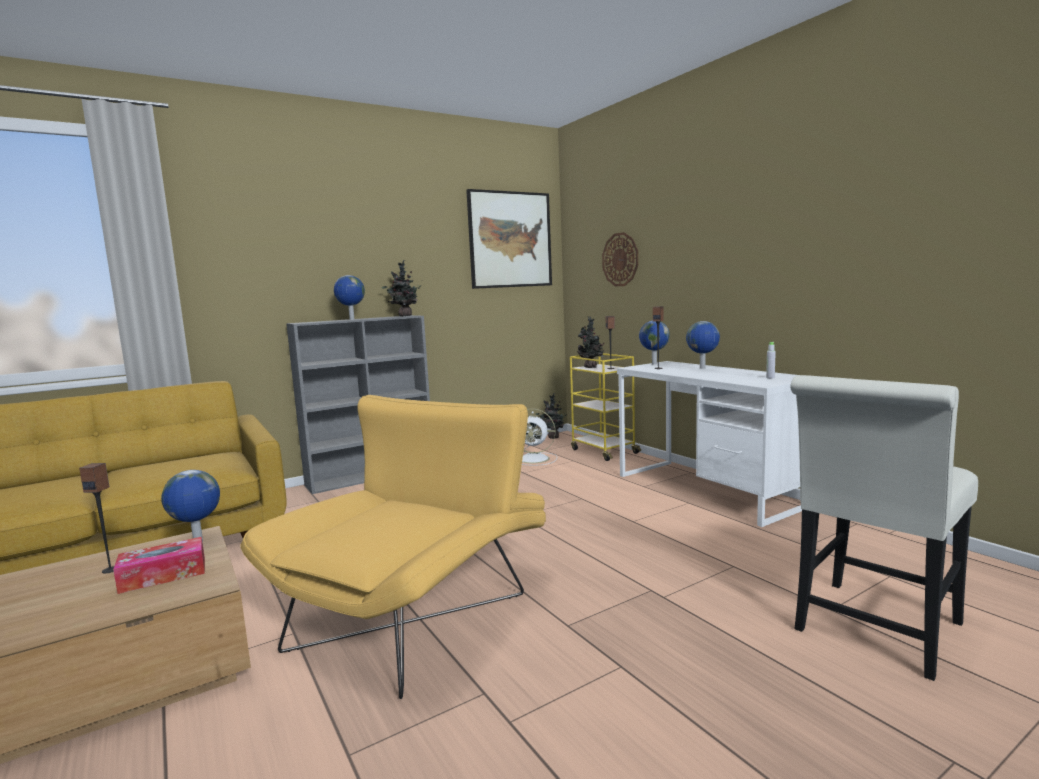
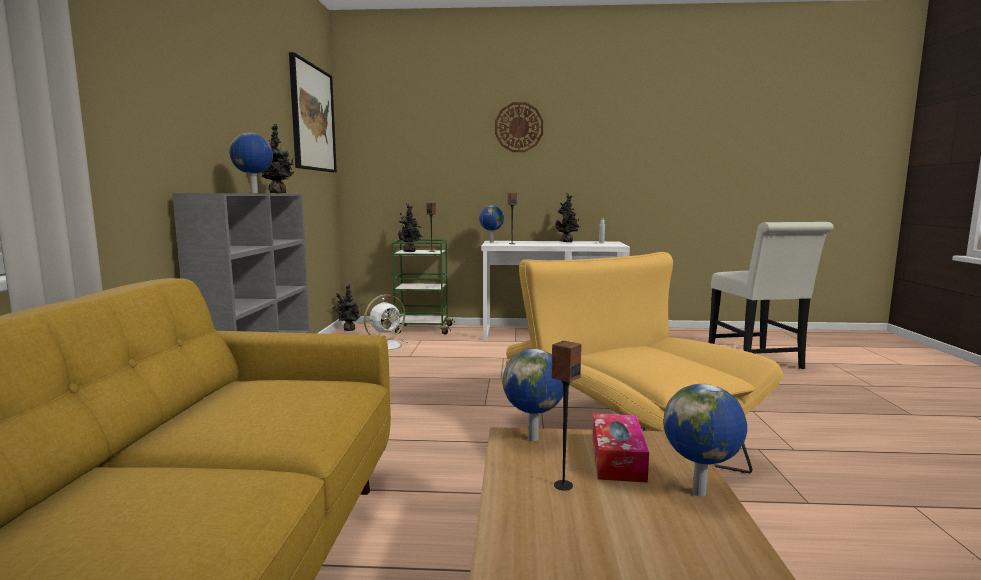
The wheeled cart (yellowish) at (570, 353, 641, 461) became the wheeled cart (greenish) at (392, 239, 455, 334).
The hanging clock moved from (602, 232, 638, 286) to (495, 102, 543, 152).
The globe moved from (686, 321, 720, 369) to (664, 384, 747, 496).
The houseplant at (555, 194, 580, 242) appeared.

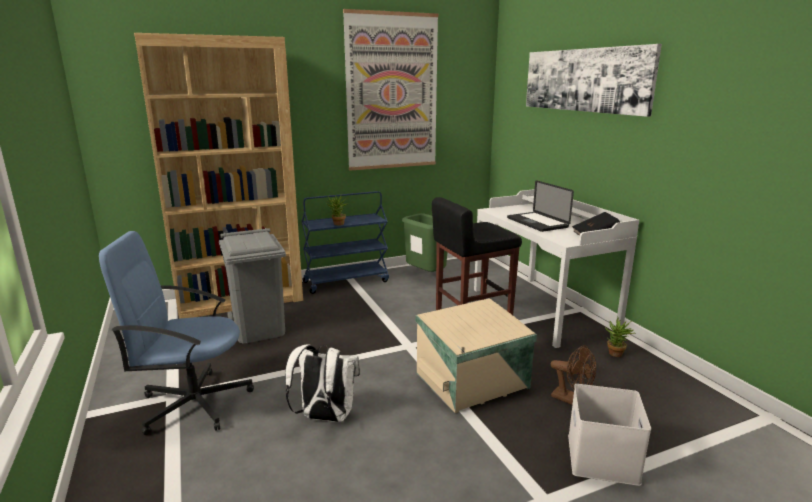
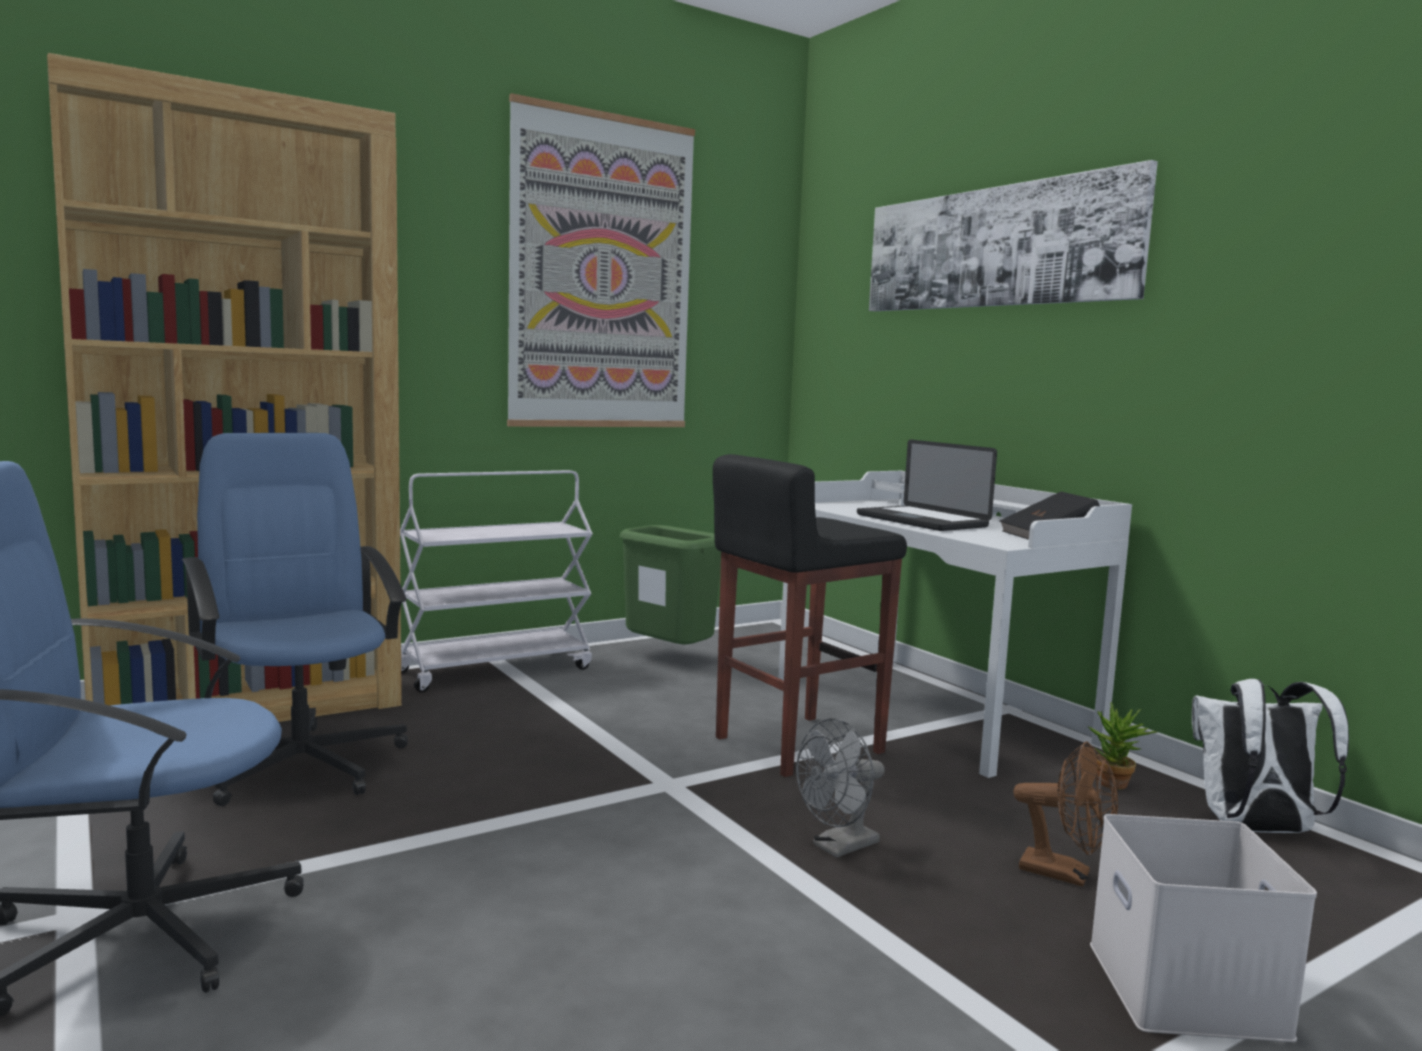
The rubbish bin (grey) at (219, 228, 286, 343) was replaced by the computer chair (bluish) at (182, 433, 408, 806).
The knapsack (white-coloured) moved from (285, 344, 360, 422) to (1192, 679, 1349, 833).
The wheeled cart (bluish) at (301, 191, 389, 294) became the wheeled cart (white-coloured) at (400, 470, 593, 693).
The houseplant at (328, 195, 349, 226) disappeared.
The storage bin (beige) at (416, 298, 537, 413) was replaced by the cooling fan (grey) at (796, 718, 885, 858).

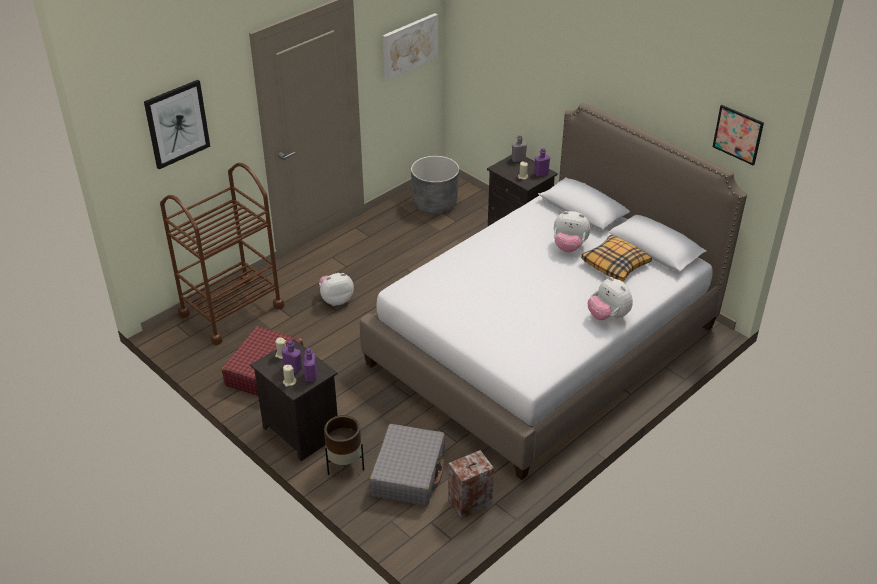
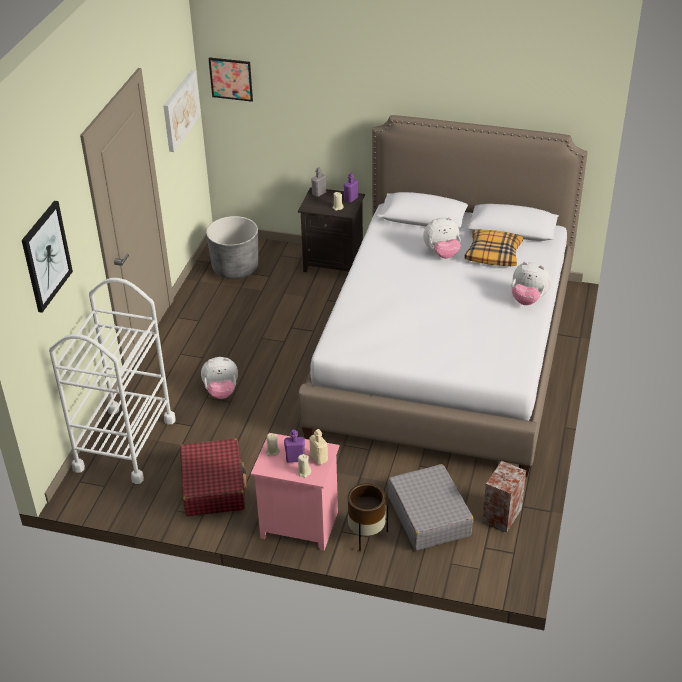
The wheeled cart (brownish) at (160, 163, 284, 345) became the wheeled cart (white-coloured) at (49, 278, 176, 484).
The nightstand (blackish) at (250, 339, 338, 461) became the nightstand (pink-coloured) at (251, 433, 339, 551).
The beverage bottle (purple-coloured) at (303, 348, 317, 381) became the beverage bottle (beige) at (309, 429, 328, 465).
The soft toy at (319, 273, 354, 306) turned 135 degrees counterclockwise.
The picture moved from (713, 105, 764, 165) to (208, 57, 253, 102).

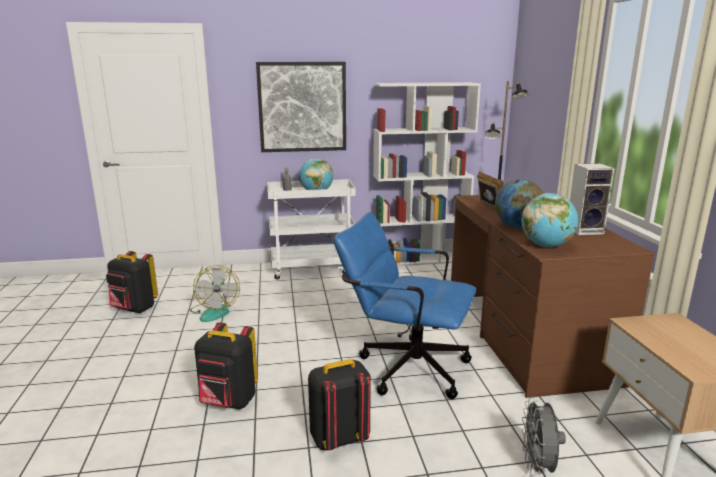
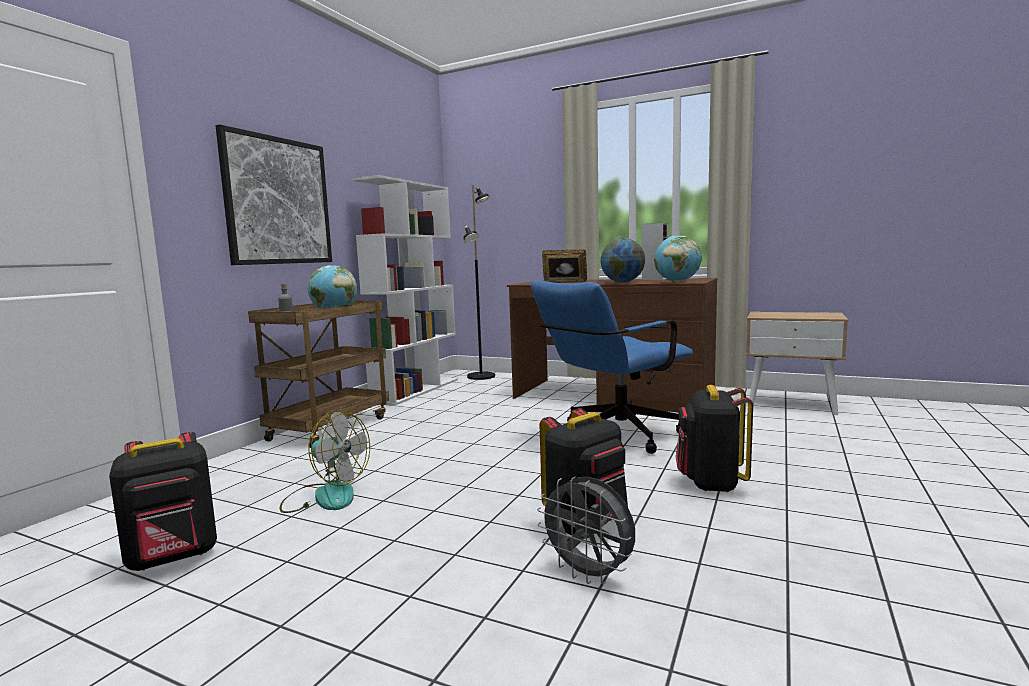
The wheeled cart (white-coloured) at (267, 179, 356, 280) became the wheeled cart (brownish) at (248, 300, 389, 448).
The cooling fan (grey) moved from (522, 397, 566, 476) to (537, 477, 635, 585).

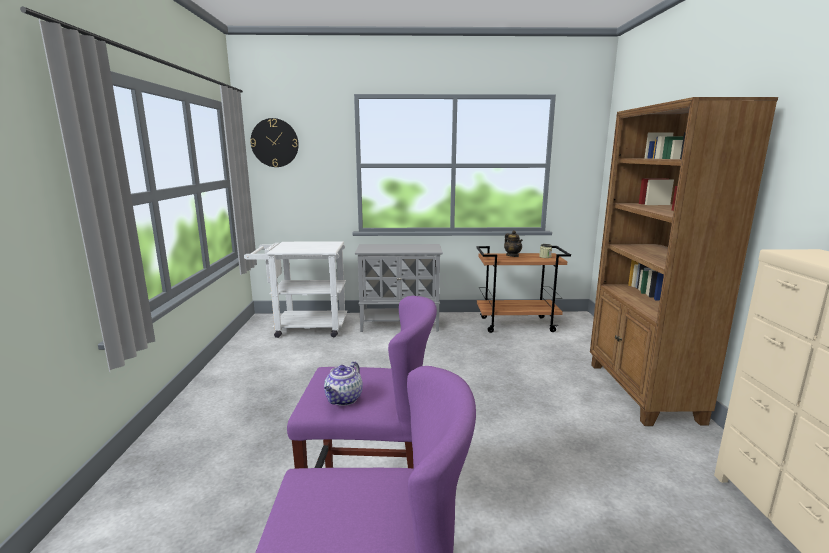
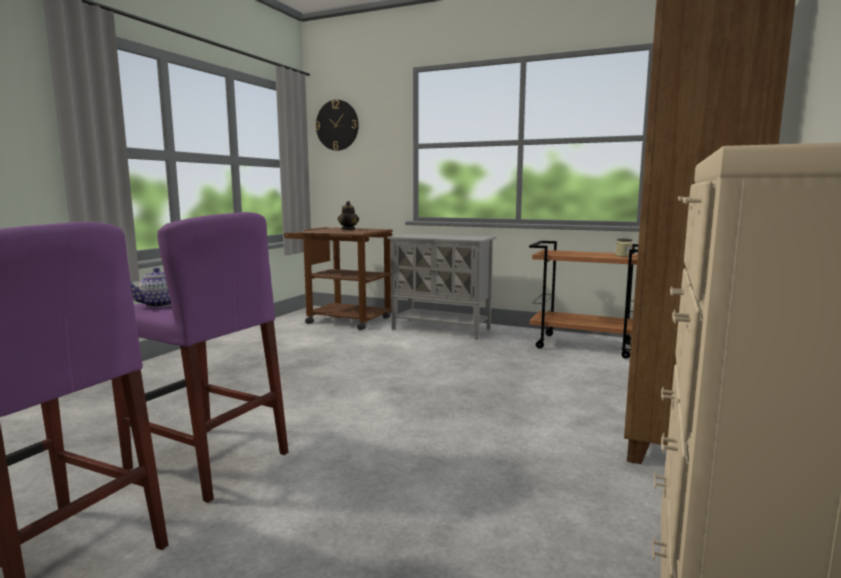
The wheeled cart (white-coloured) at (244, 241, 347, 338) became the wheeled cart (brownish) at (284, 227, 393, 330).
The tea pot moved from (504, 230, 523, 257) to (338, 201, 359, 230).

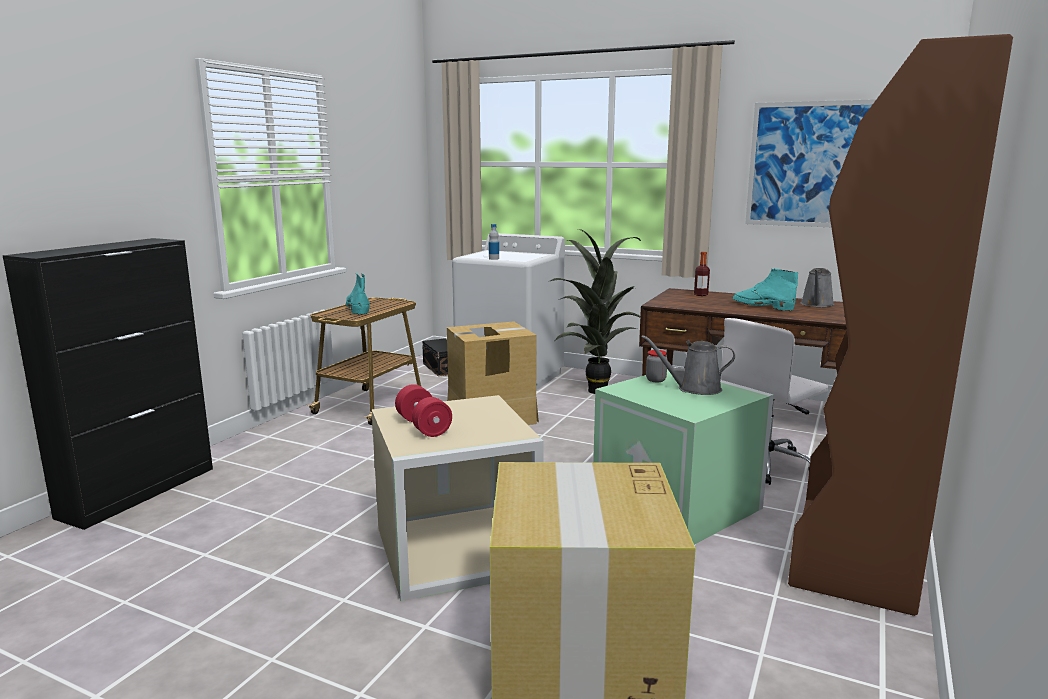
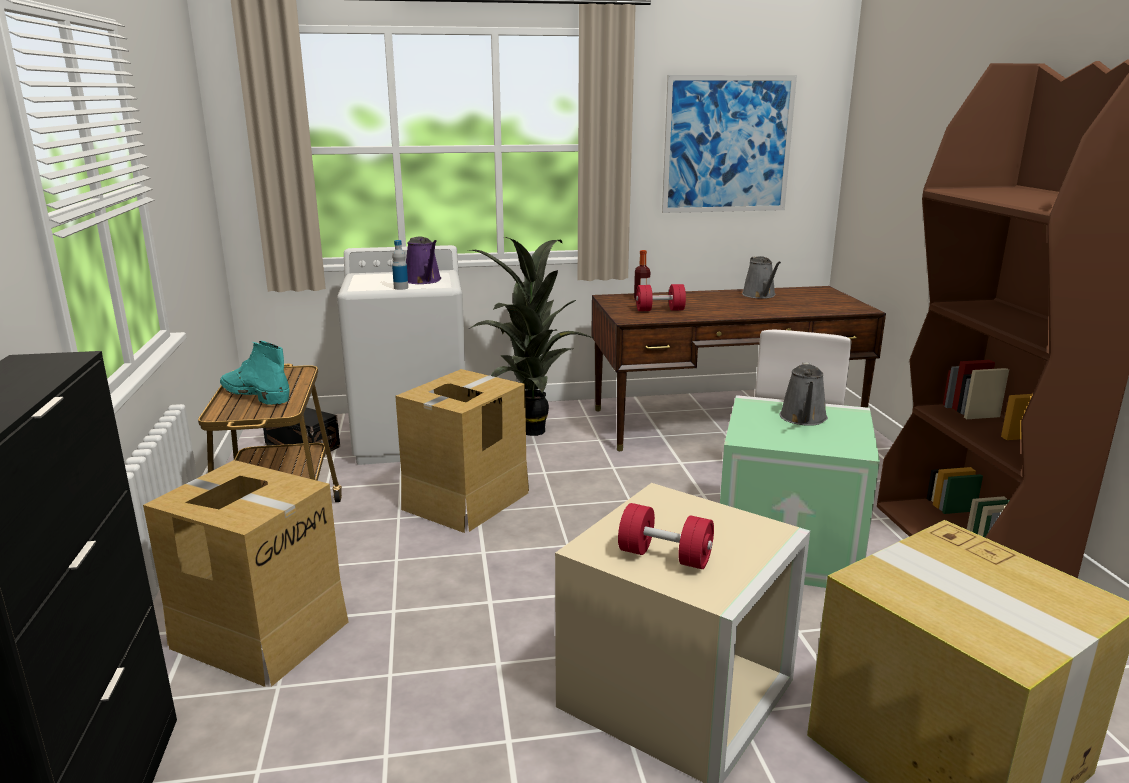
The watering pot (grey) at (641, 335, 735, 395) turned 45 degrees counterclockwise.
The jar at (646, 350, 668, 382) disappeared.
The tall boot (turquoise-coloured) at (733, 269, 798, 311) disappeared.
The carton at (143, 460, 348, 687) appeared.
The watering pot (purple-coloured) at (406, 236, 441, 284) appeared.
The dumbbell (red) at (636, 284, 686, 311) appeared.

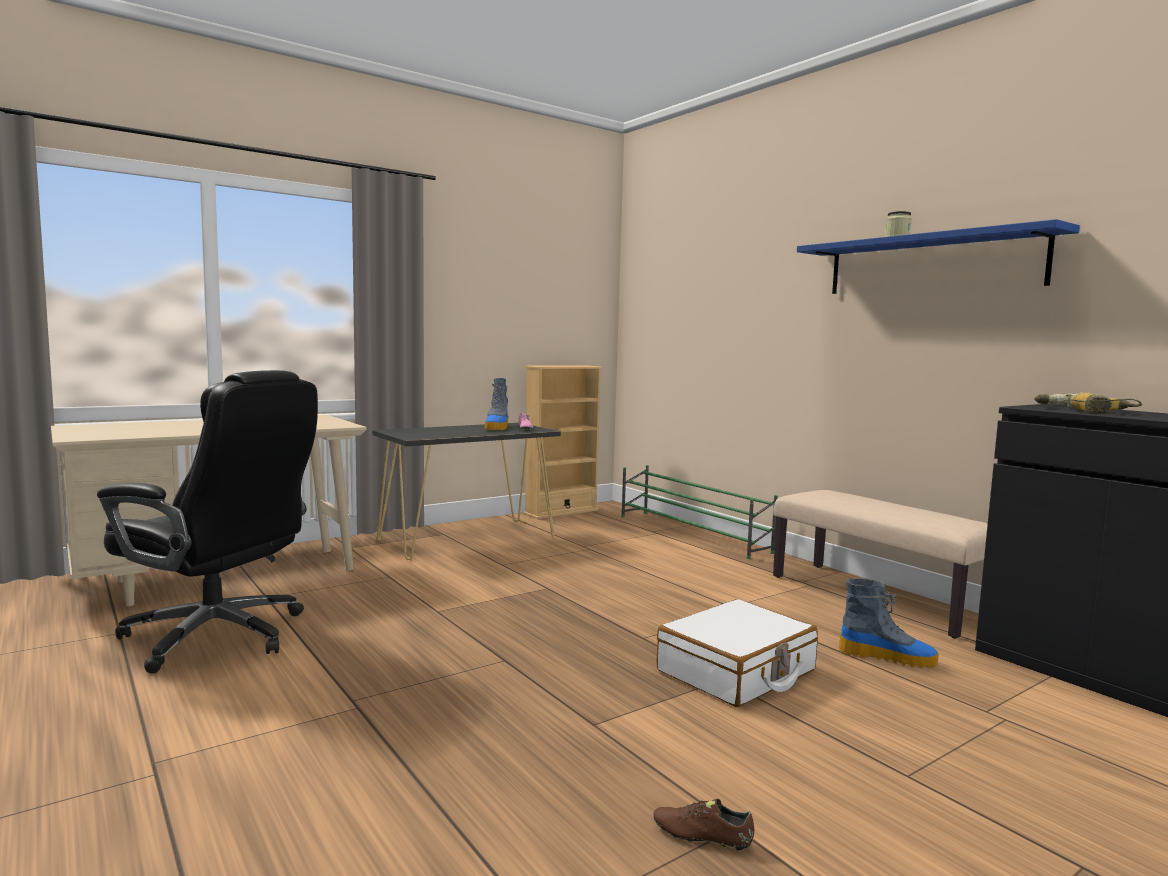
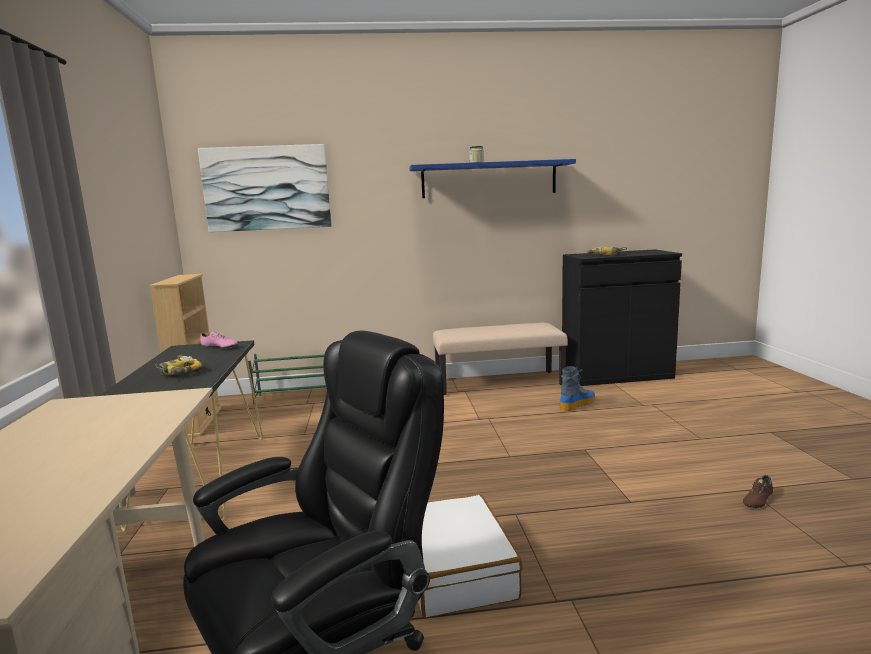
The tall boot at (485, 378, 508, 430) disappeared.
The travel case (white-coloured) moved from (657, 599, 818, 707) to (418, 494, 523, 618).
The electric drill at (155, 355, 202, 376) appeared.
The picture at (198, 144, 331, 232) appeared.

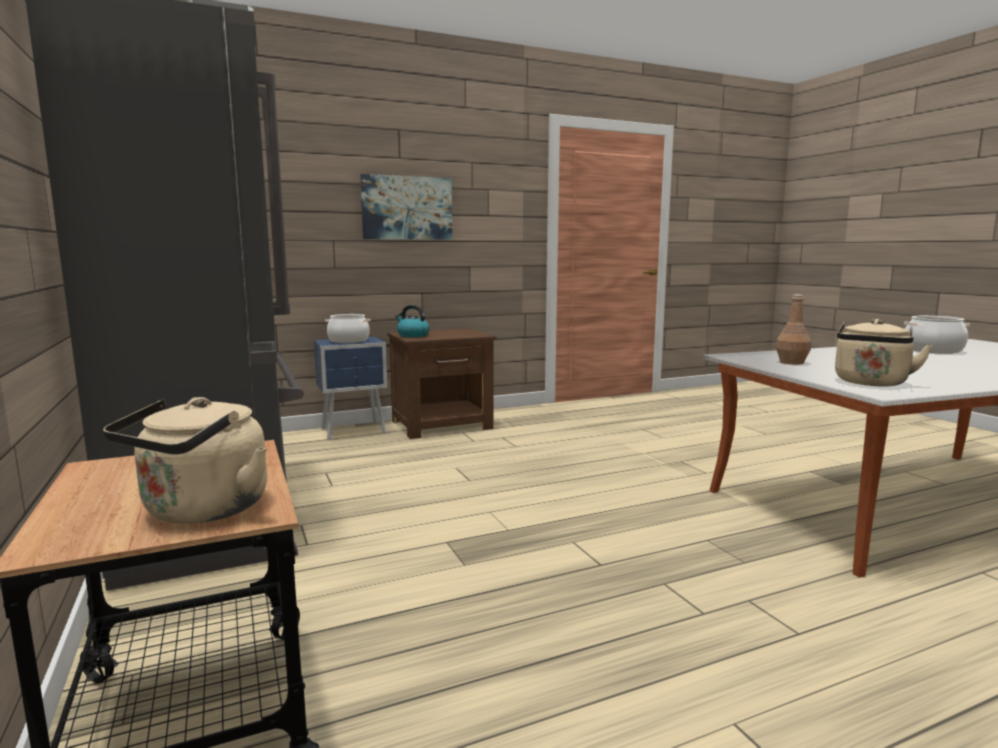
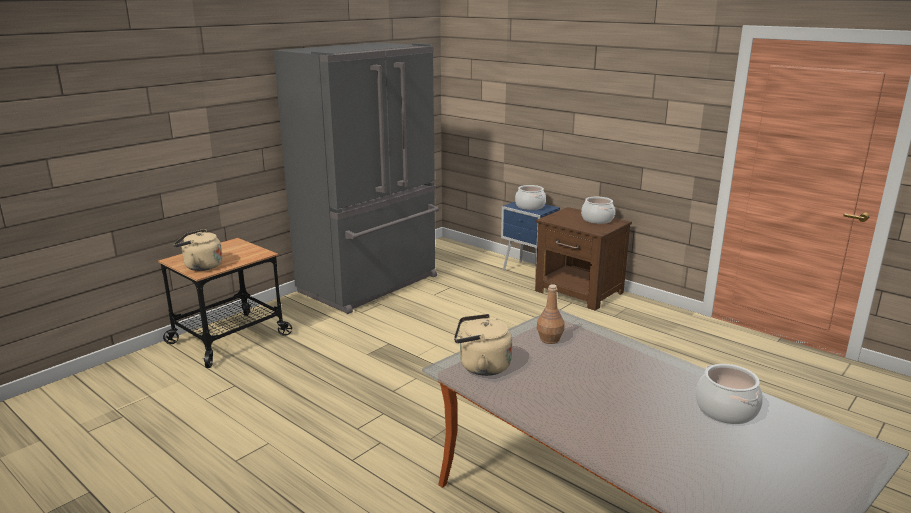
The picture at (360, 174, 452, 240) disappeared.
The tea kettle at (395, 305, 430, 337) disappeared.
The cooking pot at (581, 197, 615, 224) appeared.

